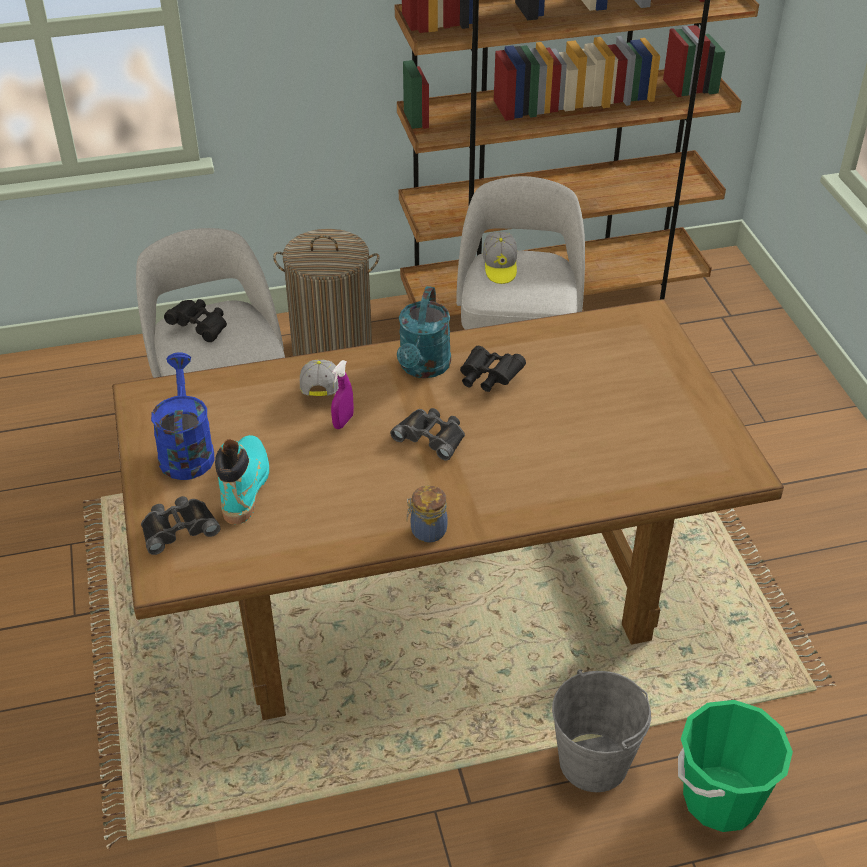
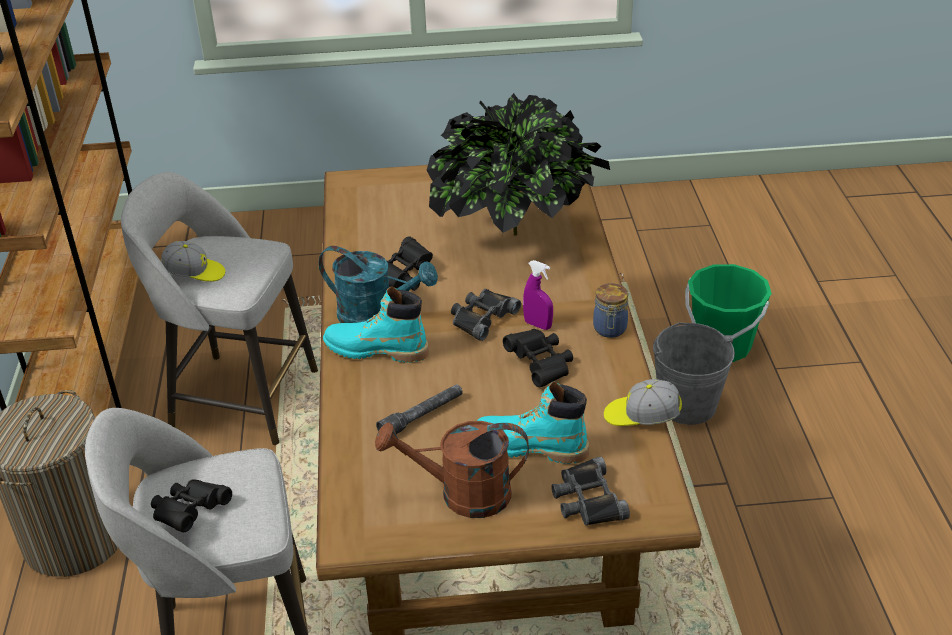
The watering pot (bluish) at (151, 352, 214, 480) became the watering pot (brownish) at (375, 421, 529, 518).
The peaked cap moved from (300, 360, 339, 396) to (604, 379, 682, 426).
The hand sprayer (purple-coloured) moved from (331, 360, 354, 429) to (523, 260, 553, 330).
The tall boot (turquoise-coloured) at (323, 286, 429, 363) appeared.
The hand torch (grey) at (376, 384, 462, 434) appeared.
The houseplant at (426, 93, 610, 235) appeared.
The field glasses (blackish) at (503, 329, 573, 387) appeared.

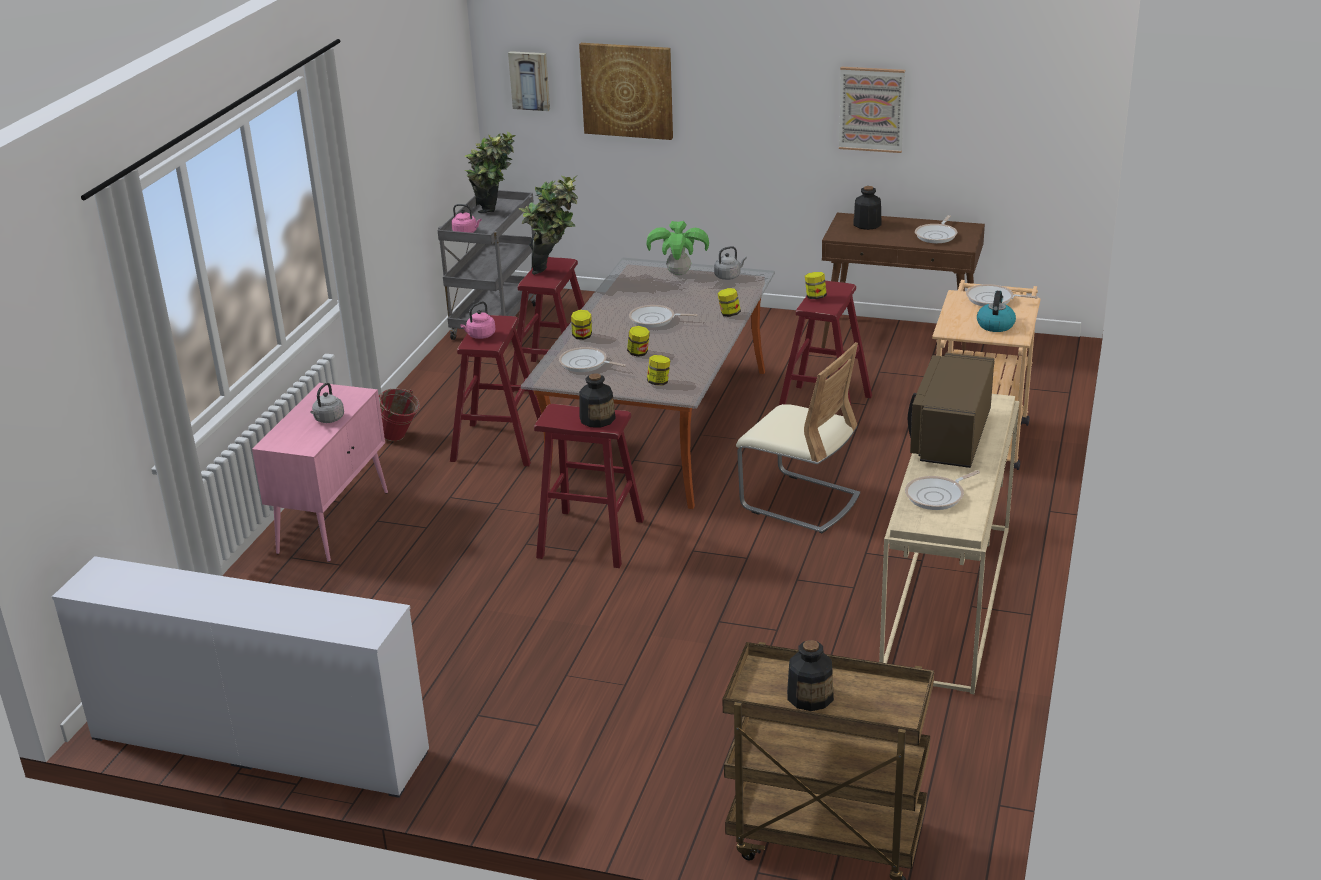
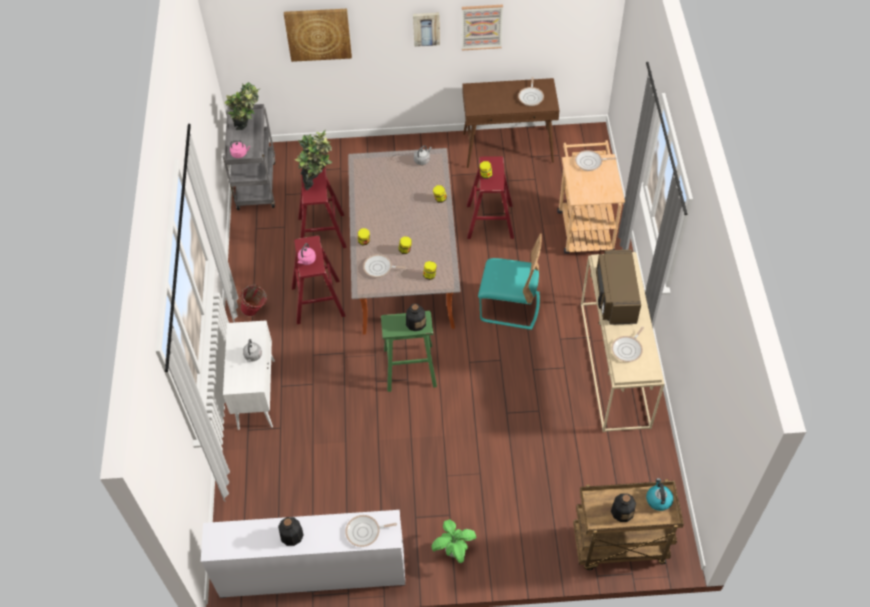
The storage cabinet (pink-coloured) at (252, 383, 388, 562) became the storage cabinet (white-coloured) at (223, 321, 275, 430).
The picture moved from (508, 51, 550, 111) to (413, 12, 440, 47).
The stool seat (red) at (534, 404, 644, 568) became the stool seat (greenish) at (381, 311, 437, 392).
The skillet moved from (629, 305, 698, 328) to (345, 515, 397, 547).
The houseplant moved from (646, 221, 709, 275) to (431, 519, 476, 563).
The chair (beige) at (736, 342, 860, 533) became the chair (turquoise-coloured) at (478, 234, 542, 330).
The beverage bottle moved from (853, 186, 882, 230) to (278, 517, 304, 546).
The tea kettle moved from (977, 291, 1016, 332) to (646, 478, 673, 511).

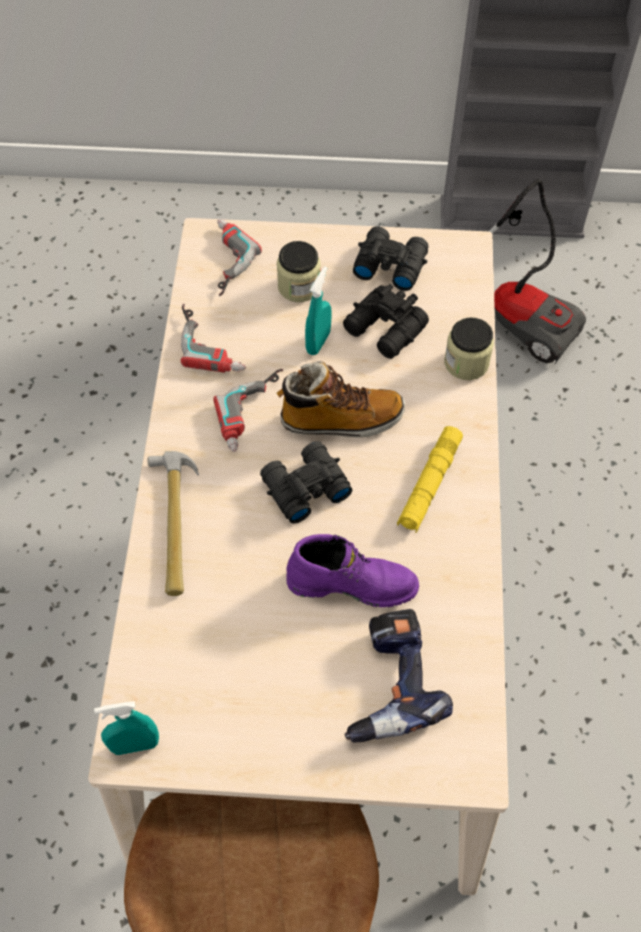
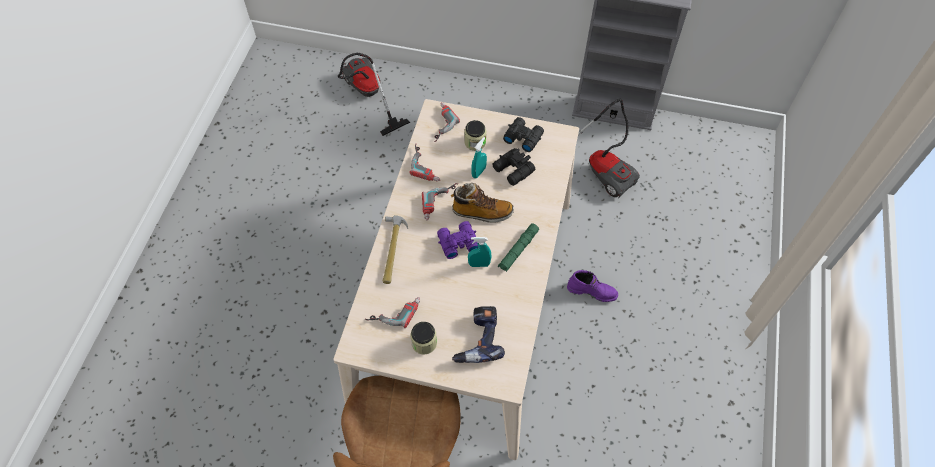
The hand sprayer (turquoise-coloured) moved from (94, 701, 159, 755) to (468, 237, 491, 267).
The field glasses (blackish) at (260, 441, 352, 524) became the field glasses (purple-coloured) at (437, 221, 478, 259).
The tall boot (purple-coloured) moved from (287, 534, 419, 607) to (567, 270, 618, 302).
The hand torch (yellowish) at (397, 426, 463, 533) became the hand torch (greenish) at (498, 223, 539, 272).
The jar moved from (444, 317, 494, 380) to (410, 322, 437, 355).
The hoover at (338, 53, 410, 136) appeared.
The electric drill at (365, 297, 420, 328) appeared.

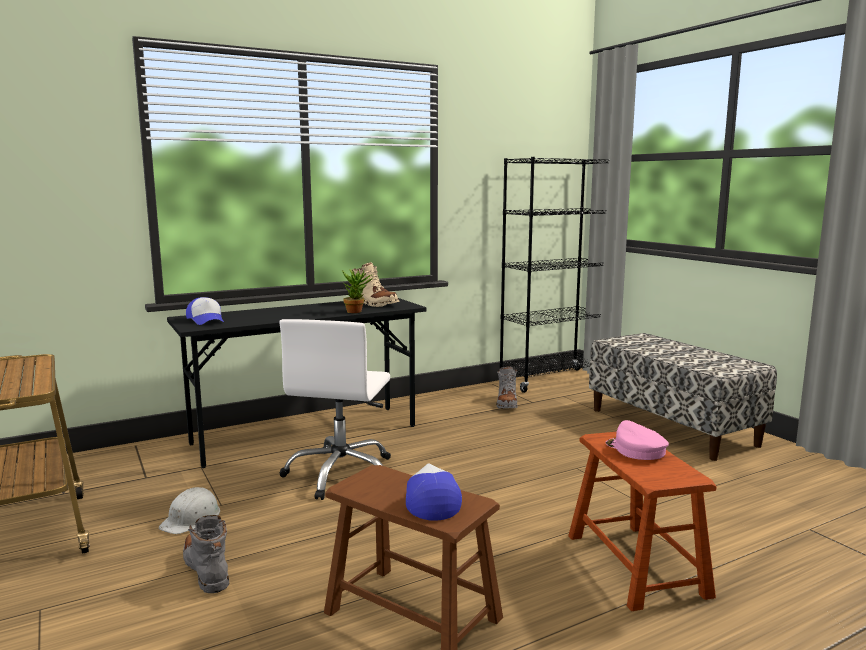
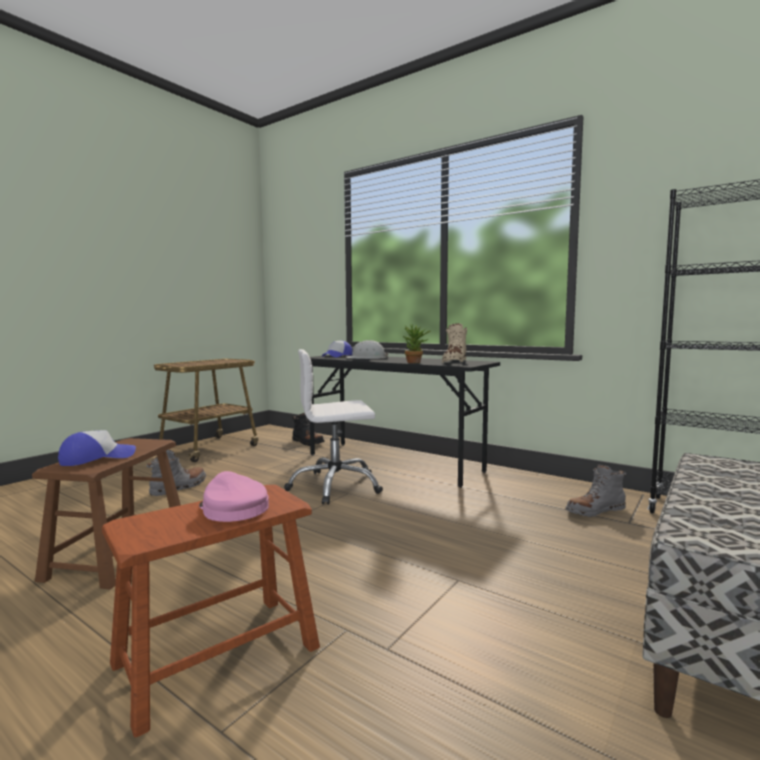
The work helmet (white-coloured) moved from (159, 487, 220, 534) to (347, 340, 388, 359).
The peaked cap (pink-coloured) at (605, 420, 669, 460) turned 75 degrees counterclockwise.
The tall boot (blackish) at (292, 413, 325, 446) appeared.

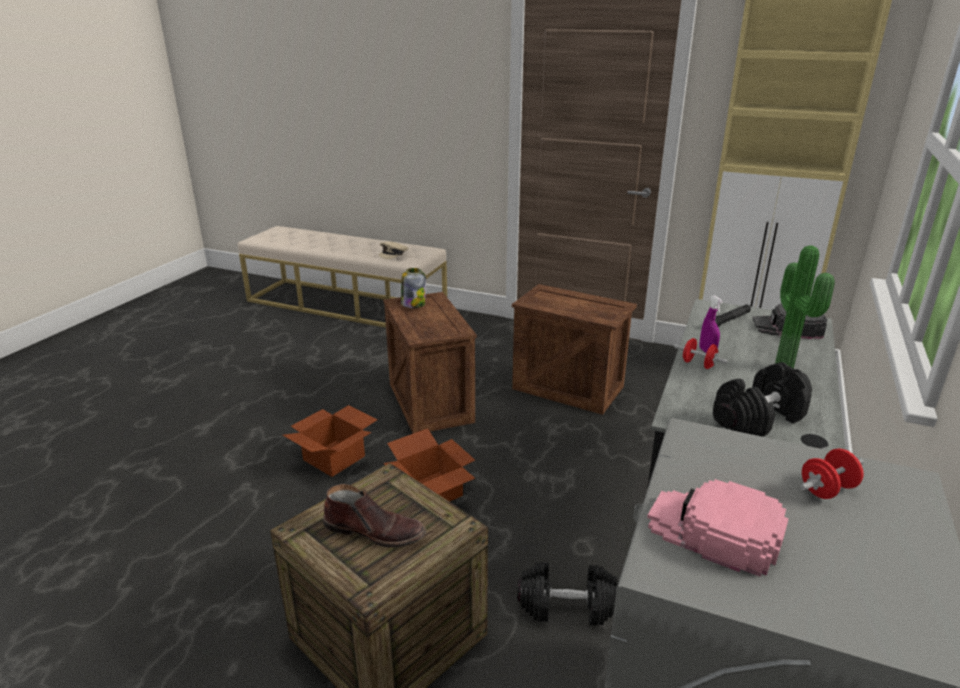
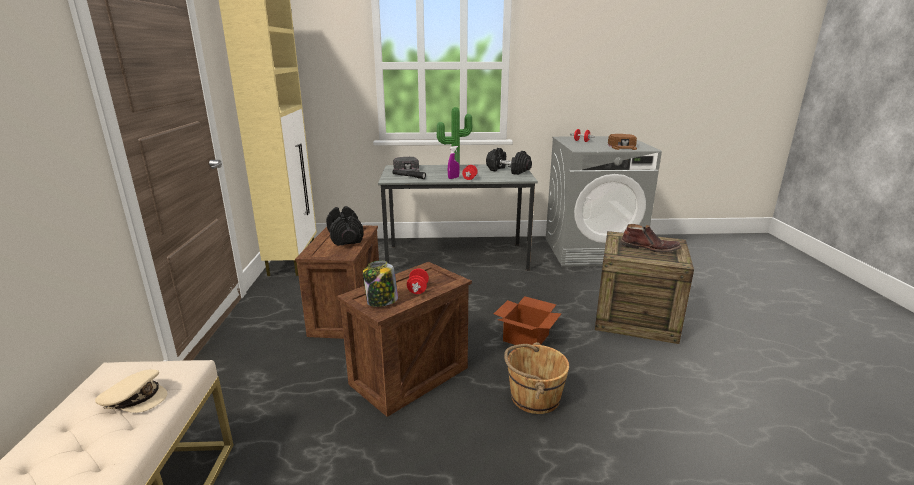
The carton at (283, 405, 378, 477) was replaced by the water bucket (brownish) at (504, 342, 570, 414).
The tall boot (brownish) at (323, 484, 426, 548) turned 120 degrees clockwise.
The dumbbell (blackish) moved from (517, 562, 618, 626) to (326, 206, 364, 246).
The peaked cap (pink-coloured) at (647, 479, 789, 577) became the peaked cap (brownish) at (608, 134, 637, 150).
The dumbbell (red) at (407, 268, 429, 294) appeared.

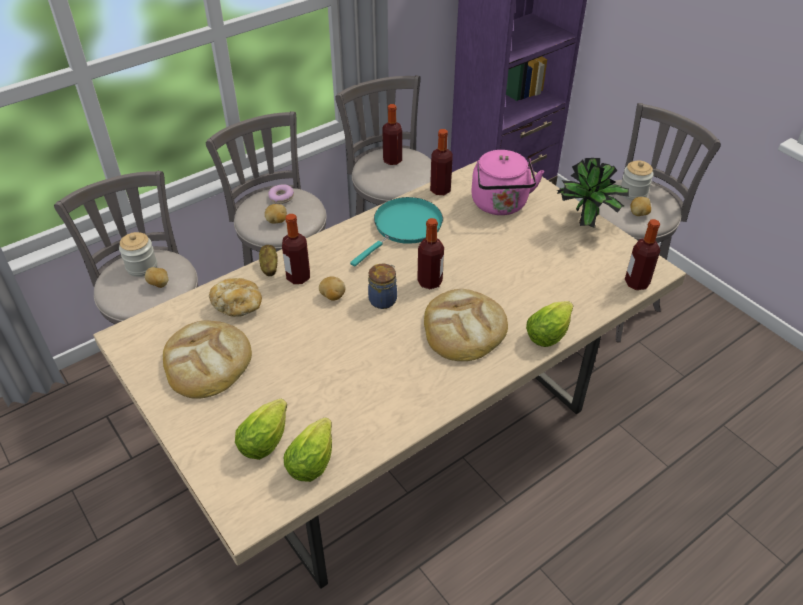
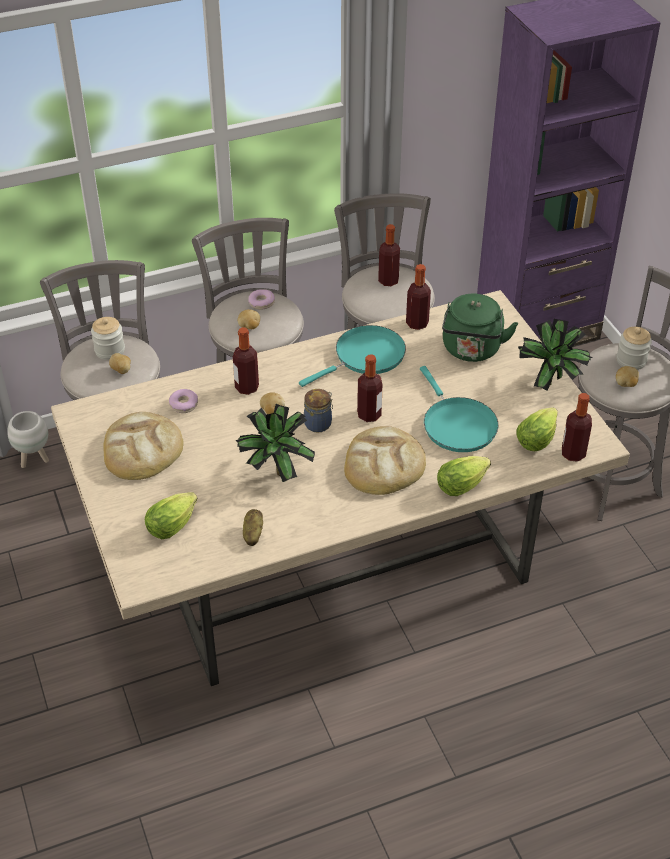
The baked bread at (209, 278, 262, 317) was replaced by the ring doughnut at (169, 389, 198, 413).
The spud moved from (259, 245, 278, 276) to (243, 509, 263, 546).
The lettuce moved from (284, 417, 332, 482) to (516, 407, 558, 451).
The tea kettle (pink-coloured) at (471, 150, 544, 215) became the tea kettle (greenish) at (442, 293, 518, 362).
The planter (white-coloured) at (7, 411, 49, 468) appeared.
The houseplant at (236, 404, 315, 482) appeared.
The skillet (turquoise-coloured) at (420, 366, 499, 452) appeared.

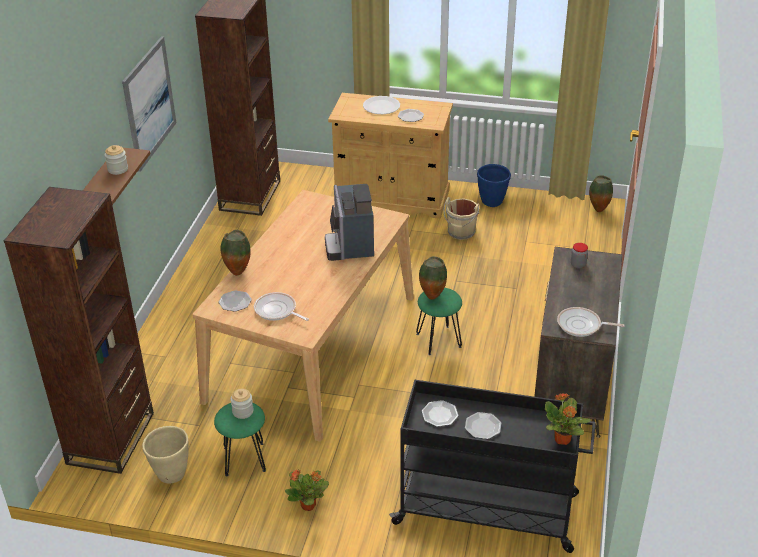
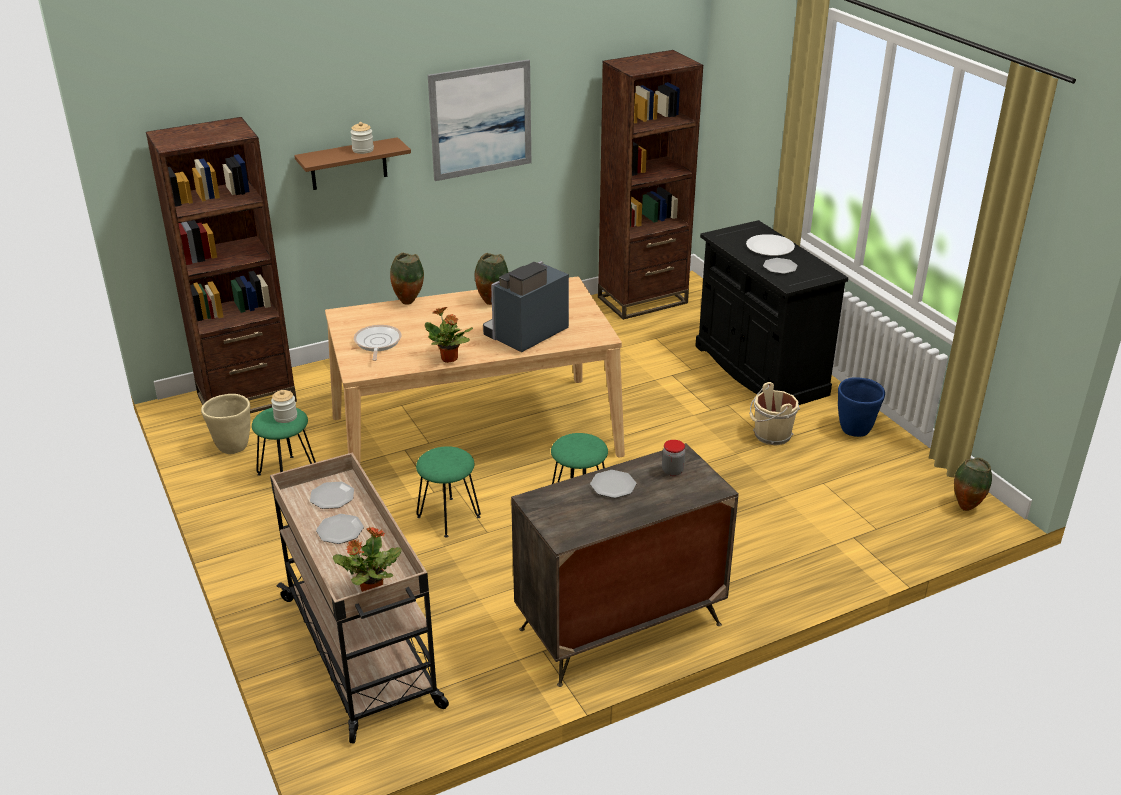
The plate moved from (218, 290, 252, 312) to (590, 470, 636, 498).
The houseplant moved from (285, 469, 329, 511) to (425, 307, 473, 363).
The storage cabinet (beige) at (328, 93, 453, 219) became the storage cabinet (blackish) at (695, 220, 848, 405).
The wheeled cart (blackish) at (389, 380, 596, 553) became the wheeled cart (beige) at (270, 452, 449, 743).
The decorative vase moved from (419, 256, 447, 300) to (475, 253, 508, 305).
The skillet at (557, 307, 625, 337) disappeared.
The stool seat (greenish) at (416, 446, 481, 537) appeared.

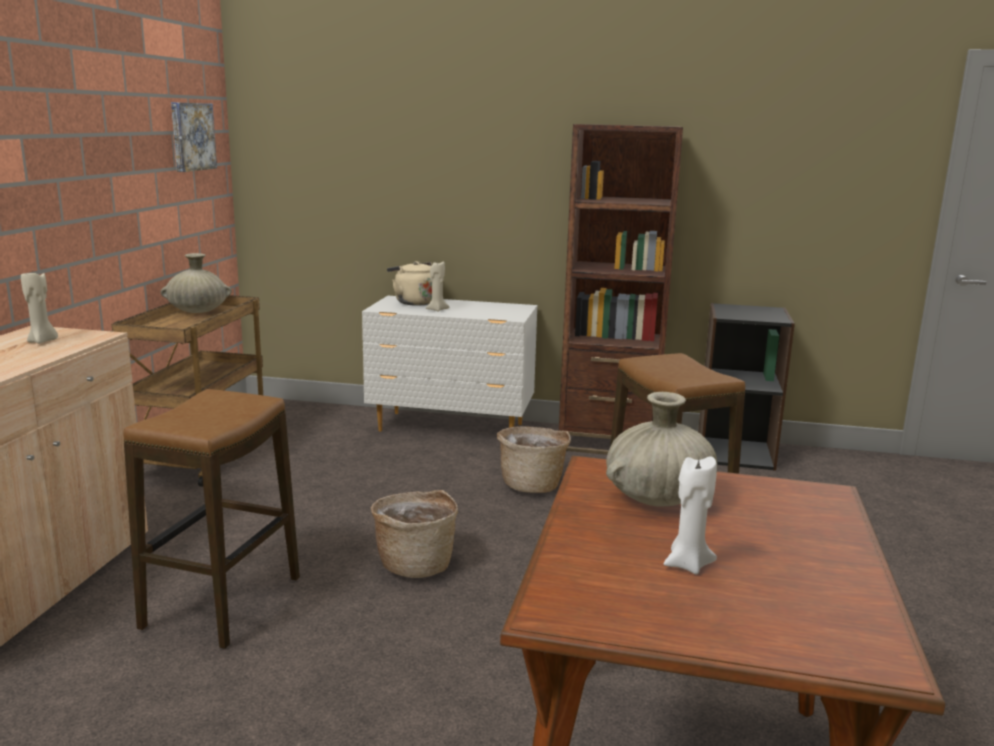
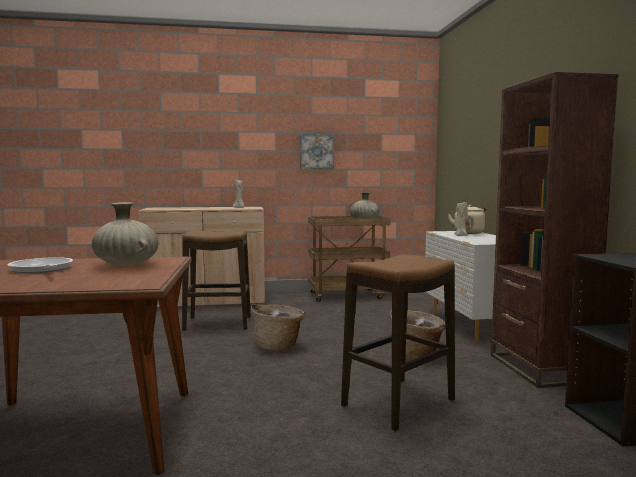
The picture moved from (171, 102, 217, 172) to (300, 134, 334, 169).
The wax candle (white-coloured) at (664, 456, 717, 574) was replaced by the skillet at (7, 257, 73, 274).

